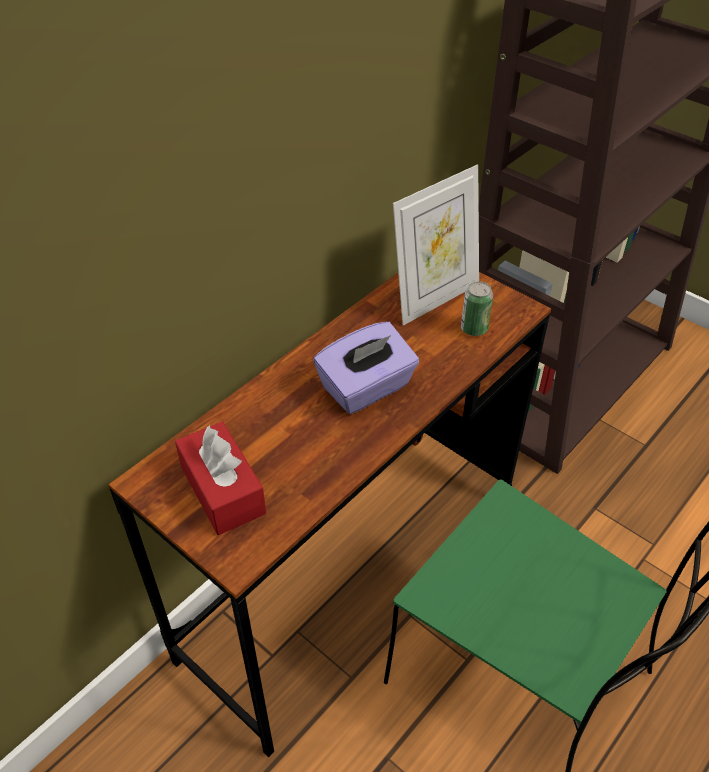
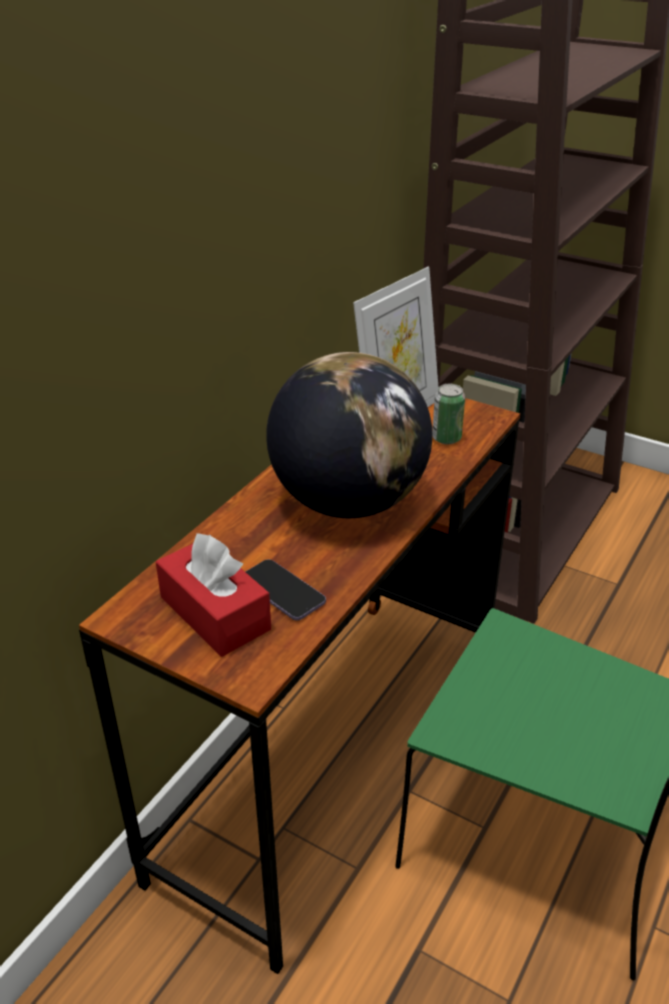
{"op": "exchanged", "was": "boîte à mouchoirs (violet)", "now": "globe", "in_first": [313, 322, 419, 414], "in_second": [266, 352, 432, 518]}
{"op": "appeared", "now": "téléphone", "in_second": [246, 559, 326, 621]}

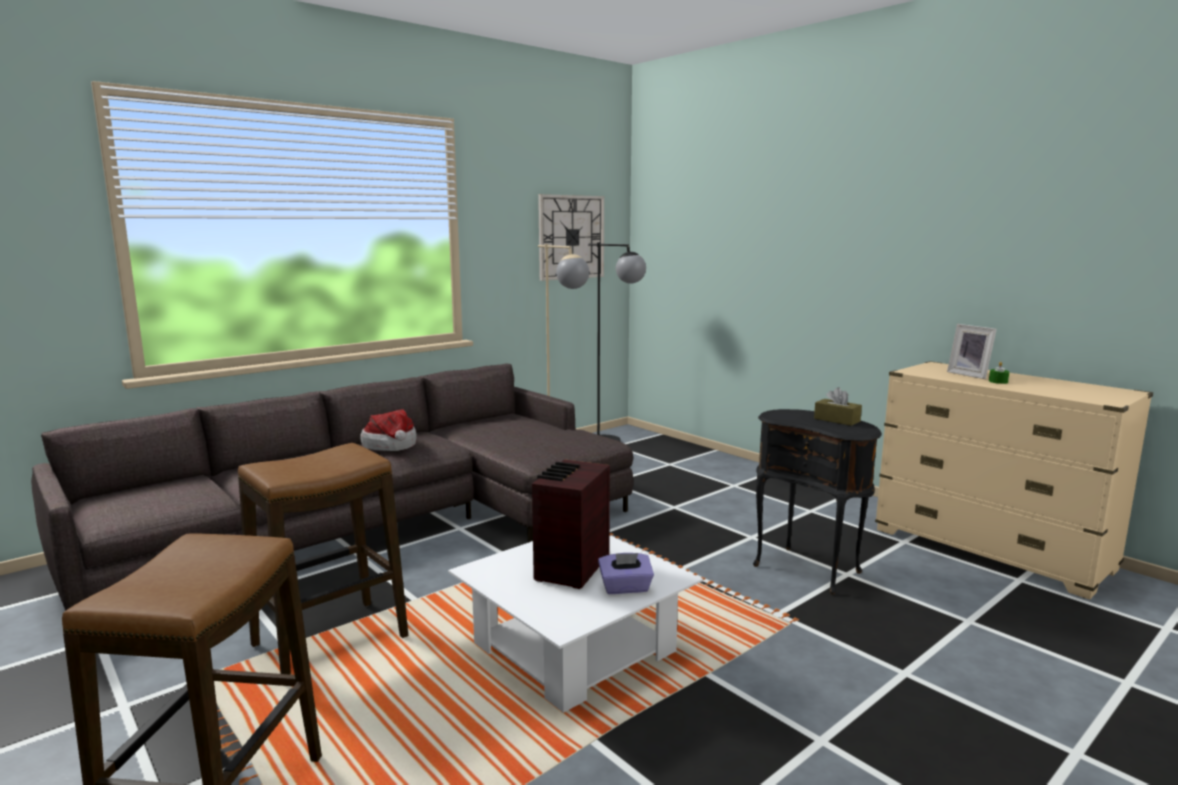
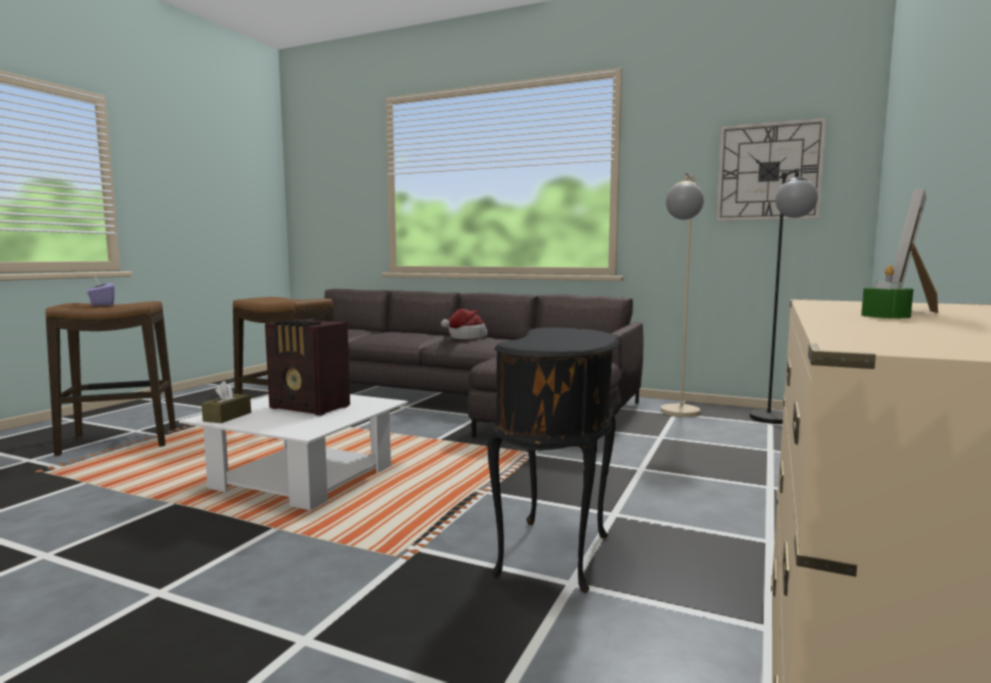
{"op": "relocated", "was": "boîte à mouchoirs (marron)", "in_first": [814, 387, 862, 426], "in_second": [202, 381, 251, 423]}
{"op": "spun", "was": "radio", "in_first": [532, 459, 610, 589], "in_second": [265, 320, 350, 416], "clockwise": -150}
{"op": "relocated", "was": "boîte à mouchoirs (violet)", "in_first": [598, 553, 654, 594], "in_second": [86, 277, 115, 306]}

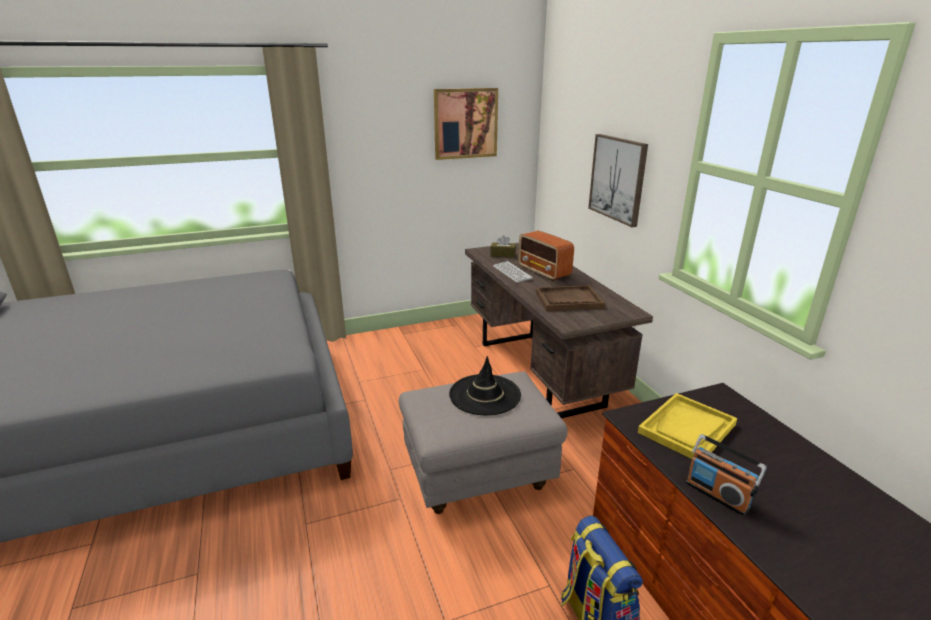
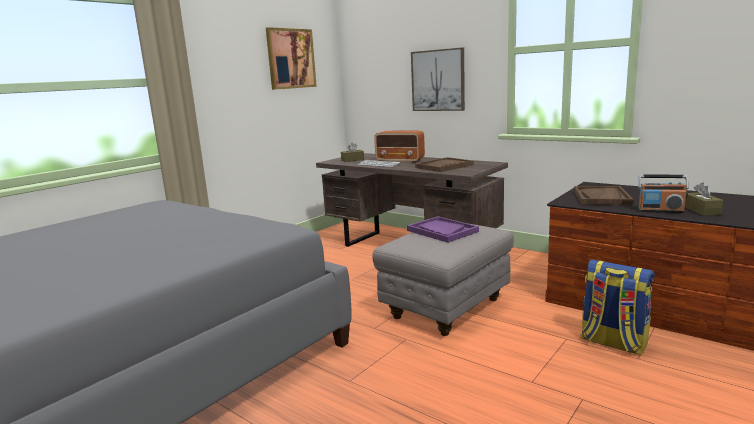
{"op": "exchanged", "was": "chapeau (noir)", "now": "plateau (violet)", "in_first": [449, 356, 521, 415], "in_second": [407, 216, 479, 243]}
{"op": "colour", "was": "plateau (jaune)", "now": "plateau (marron)", "in_first": [638, 393, 737, 459], "in_second": [574, 186, 633, 205]}
{"op": "appeared", "now": "boîte à mouchoirs (marron)", "in_second": [685, 182, 723, 216]}

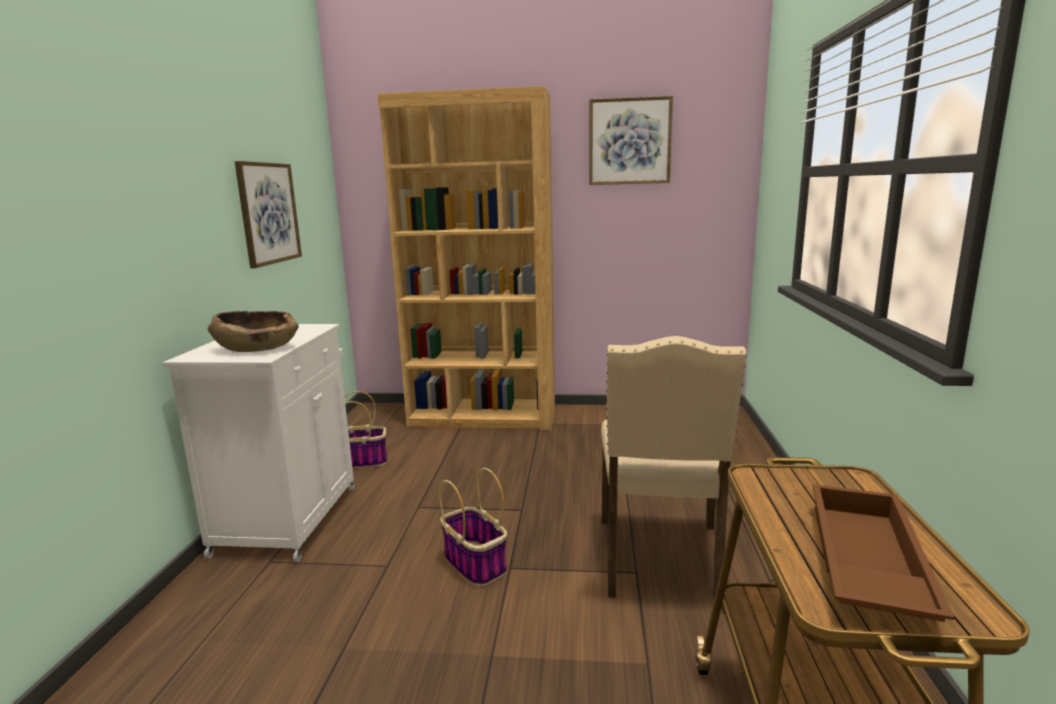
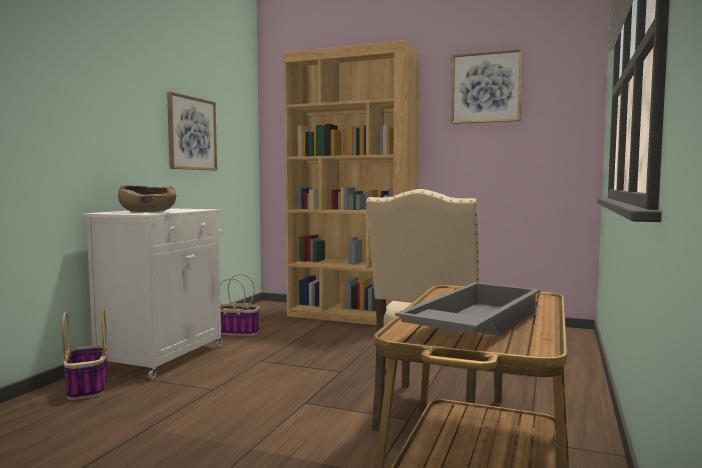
{"op": "relocated", "was": "panier", "in_first": [439, 468, 507, 587], "in_second": [62, 309, 108, 400]}
{"op": "colour", "was": "plateau (marron)", "now": "plateau (gris)", "in_first": [813, 484, 954, 622], "in_second": [395, 282, 540, 336]}

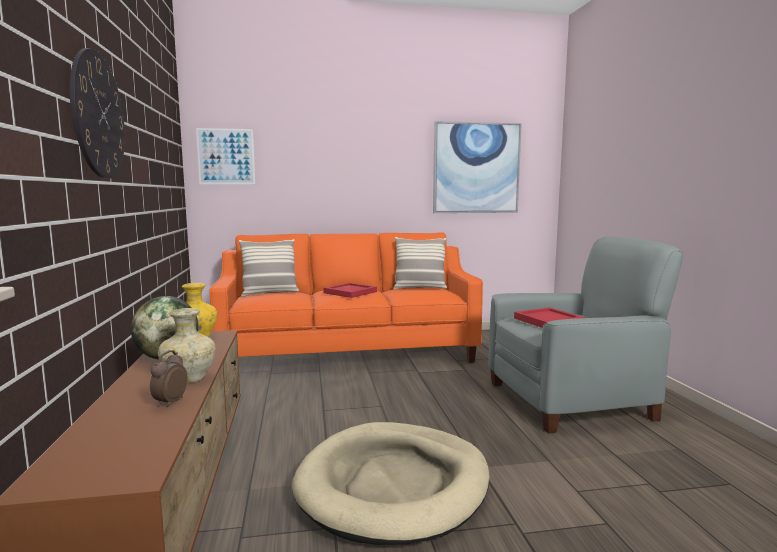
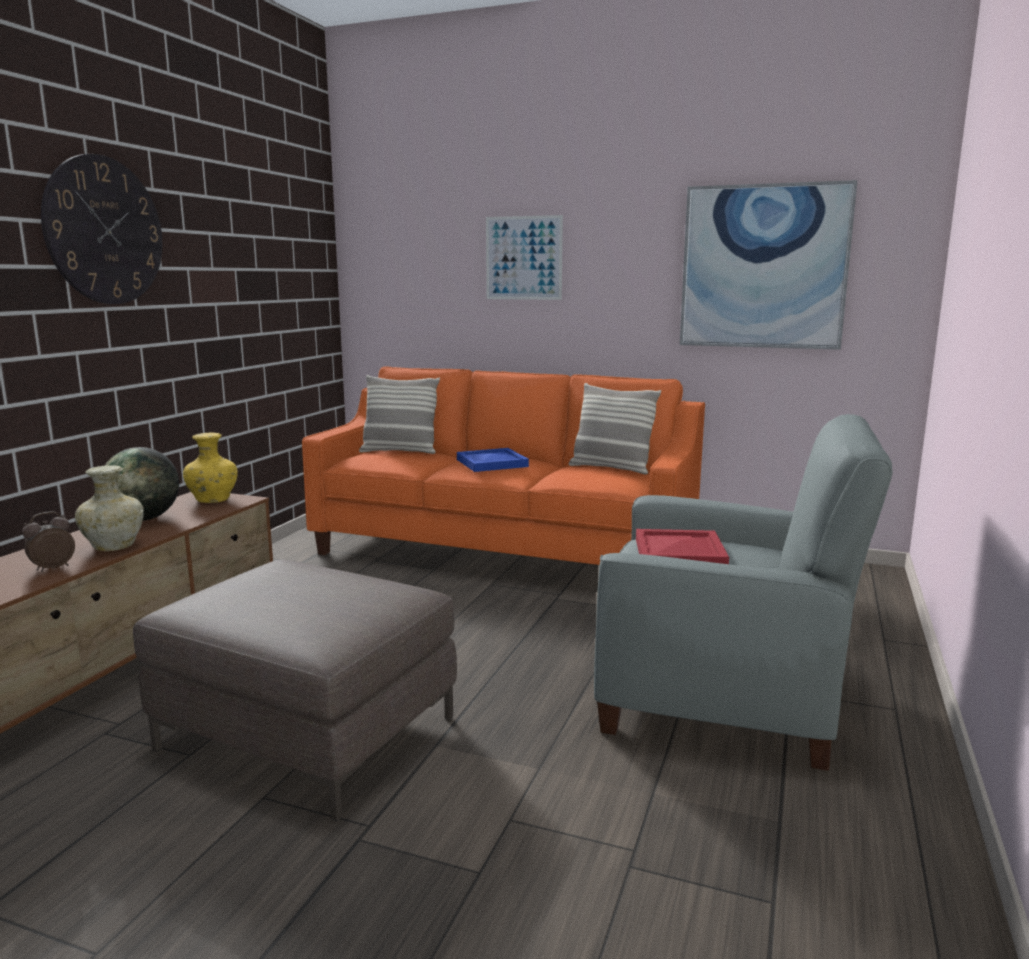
{"op": "relocated", "was": "tableau", "in_first": [196, 128, 255, 184], "in_second": [486, 215, 563, 300]}
{"op": "colour", "was": "plateau (rouge)", "now": "plateau (bleu)", "in_first": [323, 283, 377, 298], "in_second": [457, 448, 529, 472]}
{"op": "exchanged", "was": "panier pour chien (beige)", "now": "pouf (marron)", "in_first": [292, 422, 489, 545], "in_second": [133, 560, 457, 821]}

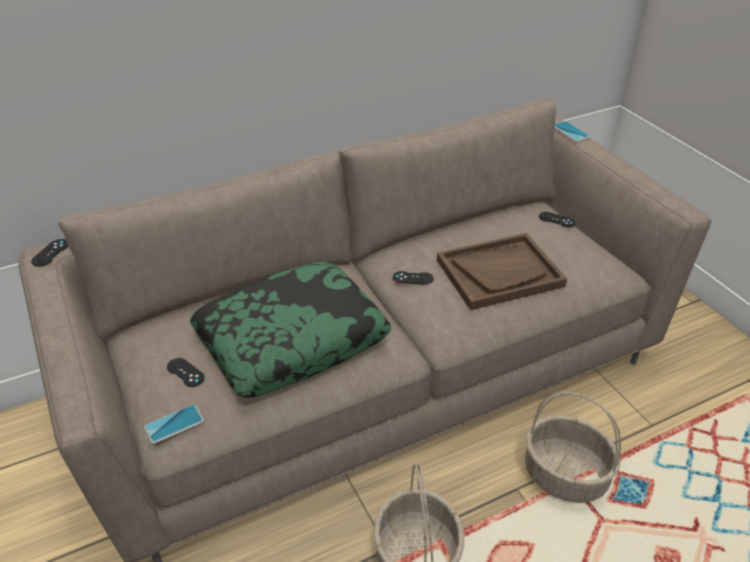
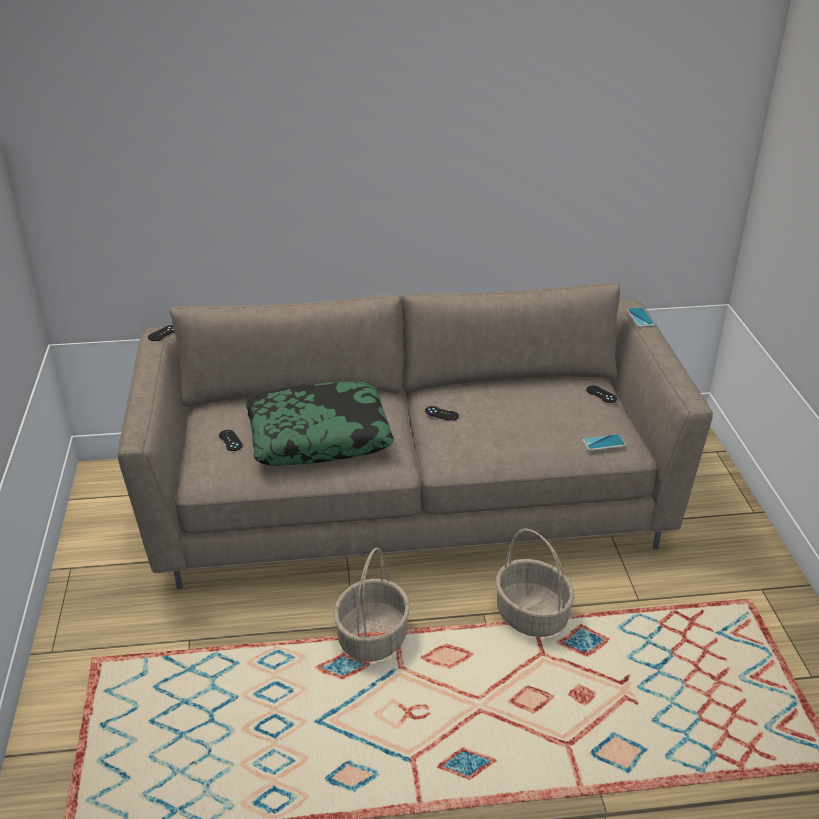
{"op": "missing", "was": "plateau (marron)", "in_first": [437, 233, 567, 310]}
{"op": "relocated", "was": "téléphone", "in_first": [144, 405, 204, 444], "in_second": [583, 434, 626, 451]}

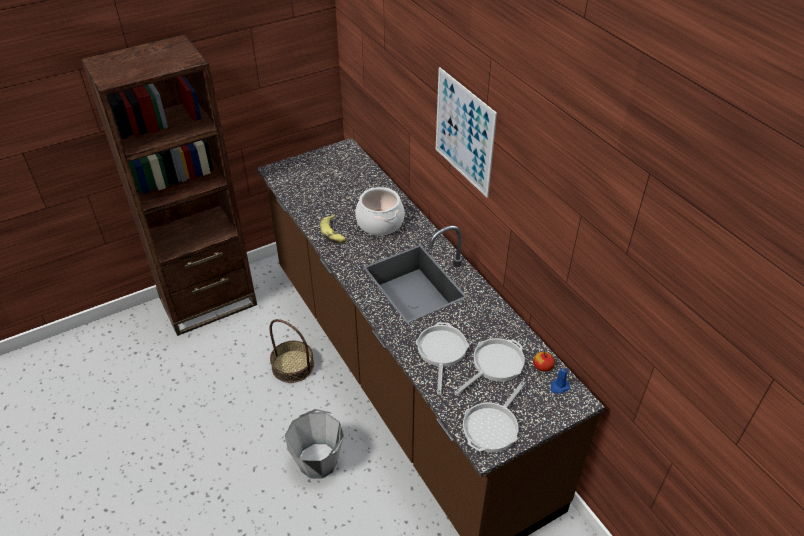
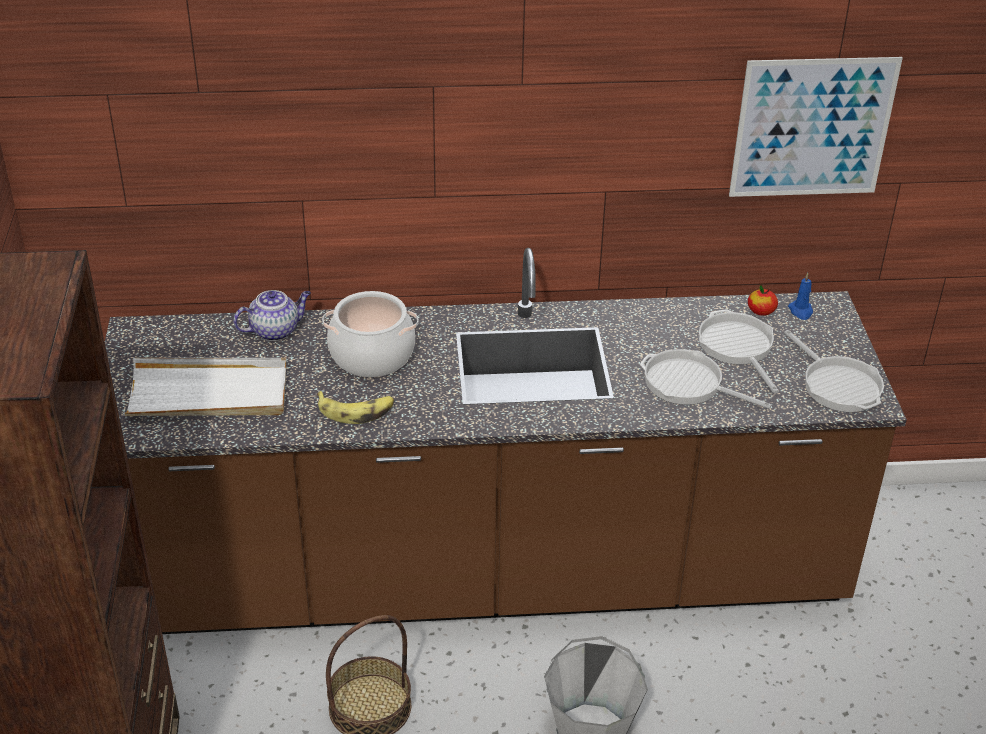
{"op": "relocated", "was": "tableau", "in_first": [436, 67, 497, 198], "in_second": [729, 57, 903, 197]}
{"op": "appeared", "now": "théière", "in_second": [233, 290, 311, 341]}
{"op": "appeared", "now": "plateau (blanc)", "in_second": [123, 358, 286, 416]}

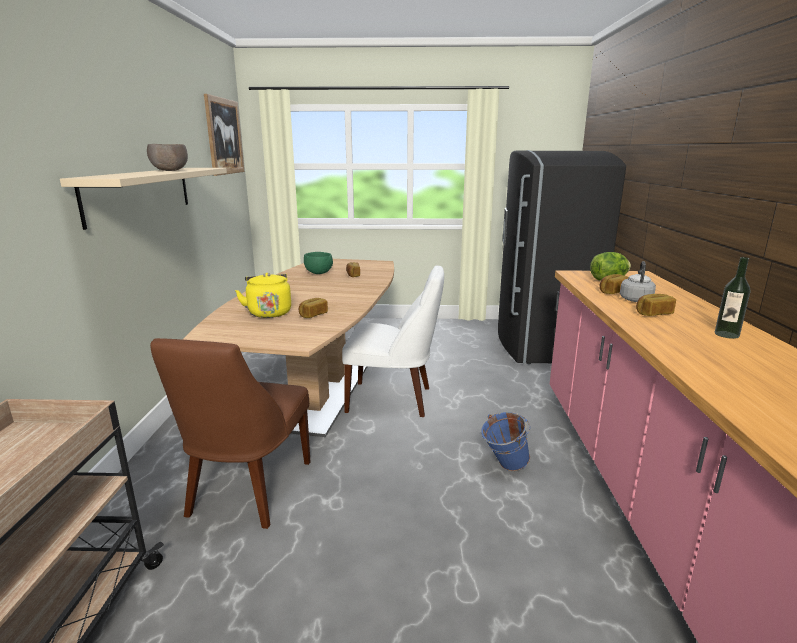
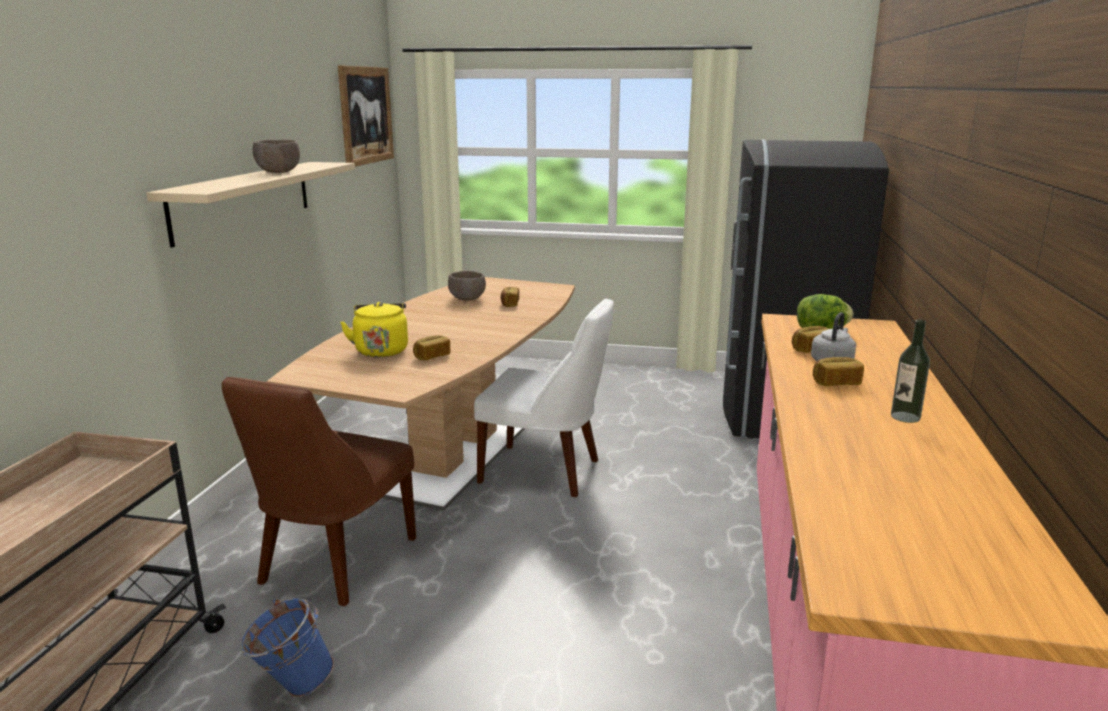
{"op": "colour", "was": "bol (vert)", "now": "bol (marron)", "in_first": [304, 252, 333, 274], "in_second": [448, 271, 486, 301]}
{"op": "relocated", "was": "seau (bleu)", "in_first": [481, 412, 530, 471], "in_second": [241, 598, 334, 697]}

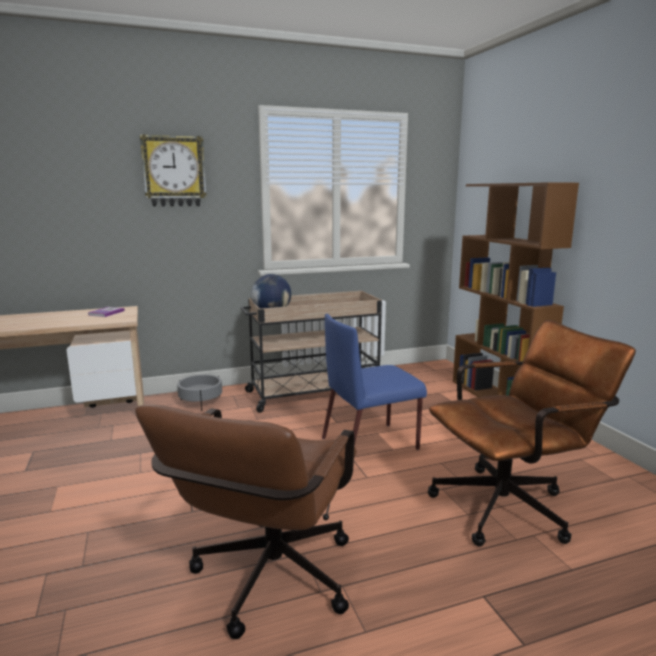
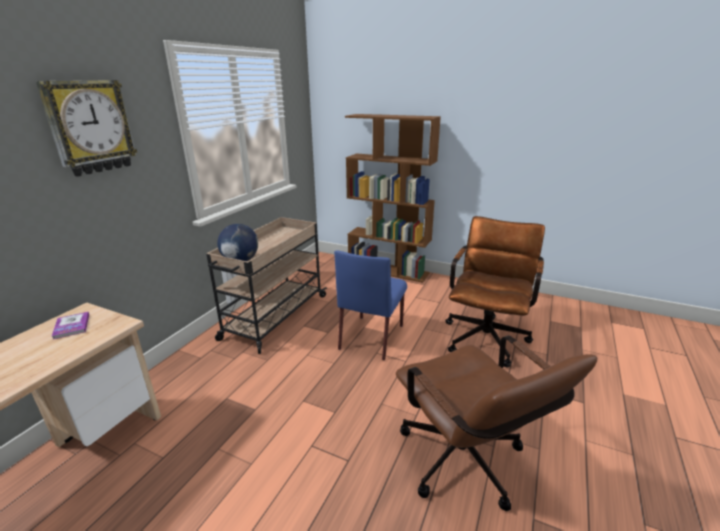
{"op": "missing", "was": "cache-pot (gris)", "in_first": [177, 375, 222, 411]}

